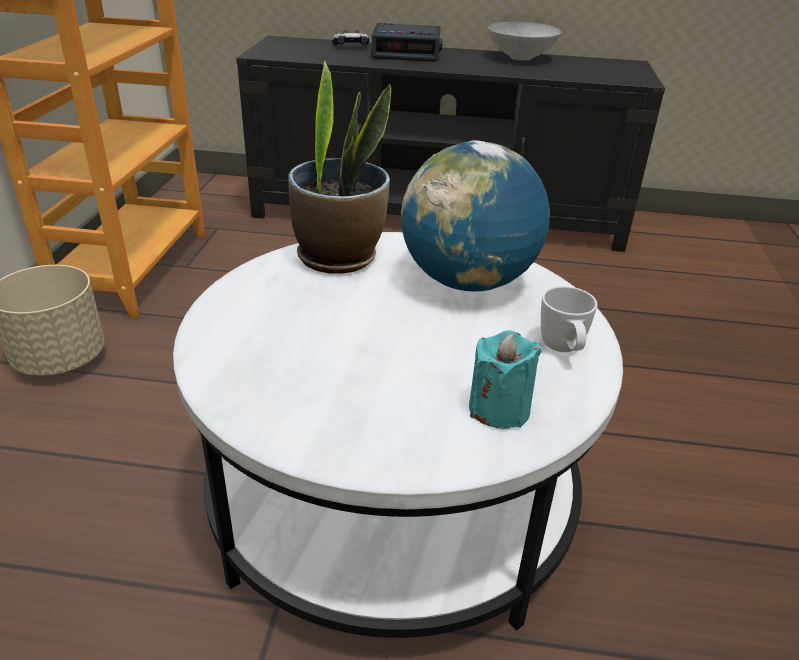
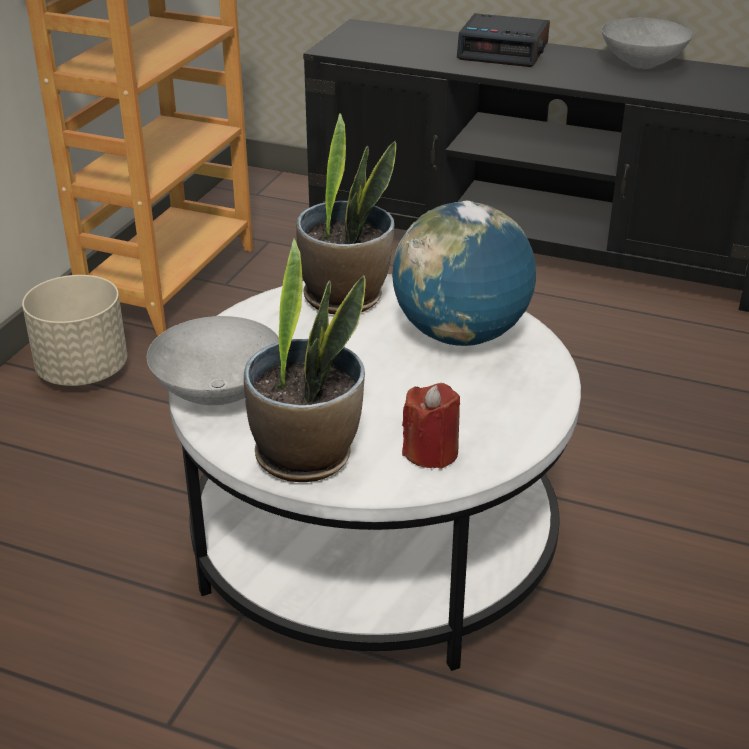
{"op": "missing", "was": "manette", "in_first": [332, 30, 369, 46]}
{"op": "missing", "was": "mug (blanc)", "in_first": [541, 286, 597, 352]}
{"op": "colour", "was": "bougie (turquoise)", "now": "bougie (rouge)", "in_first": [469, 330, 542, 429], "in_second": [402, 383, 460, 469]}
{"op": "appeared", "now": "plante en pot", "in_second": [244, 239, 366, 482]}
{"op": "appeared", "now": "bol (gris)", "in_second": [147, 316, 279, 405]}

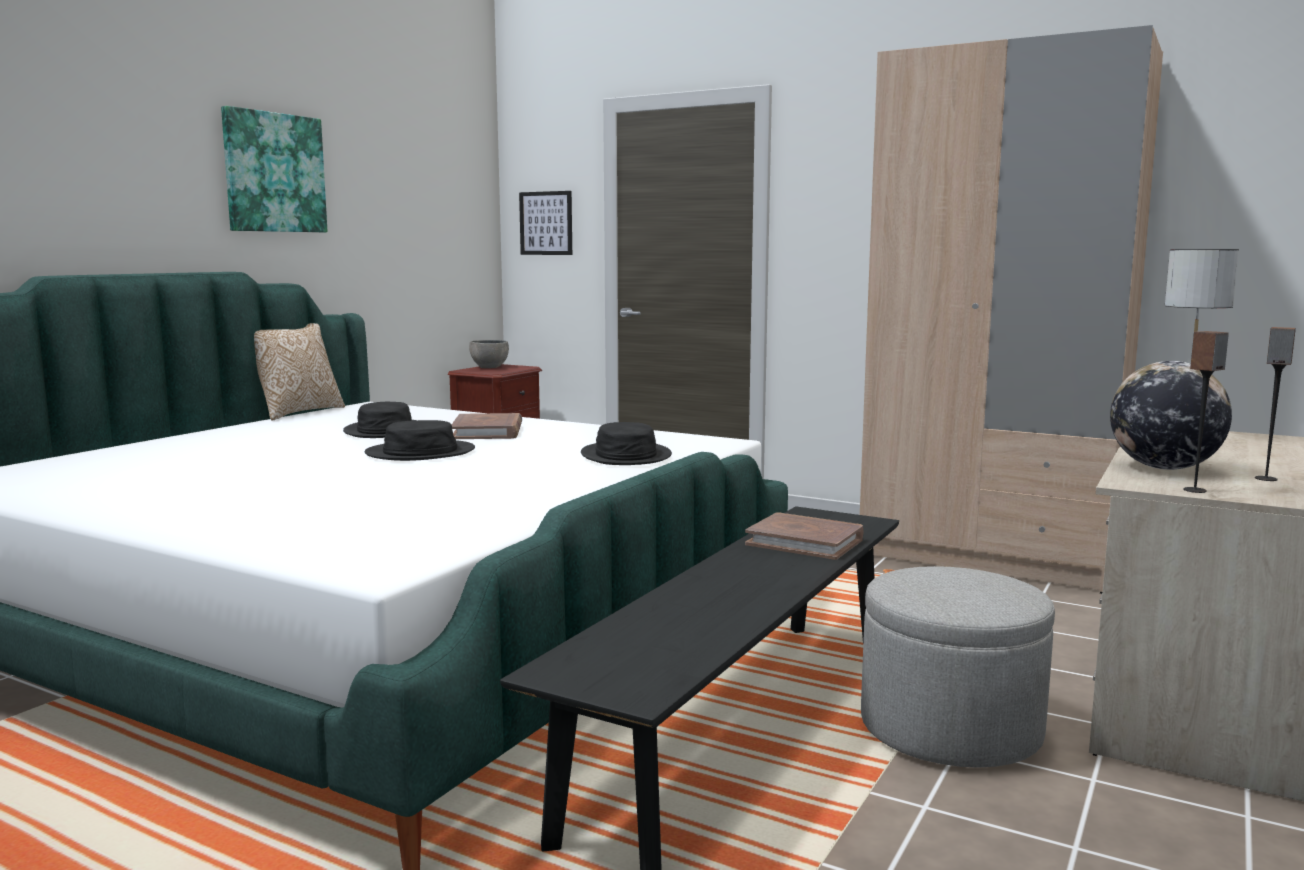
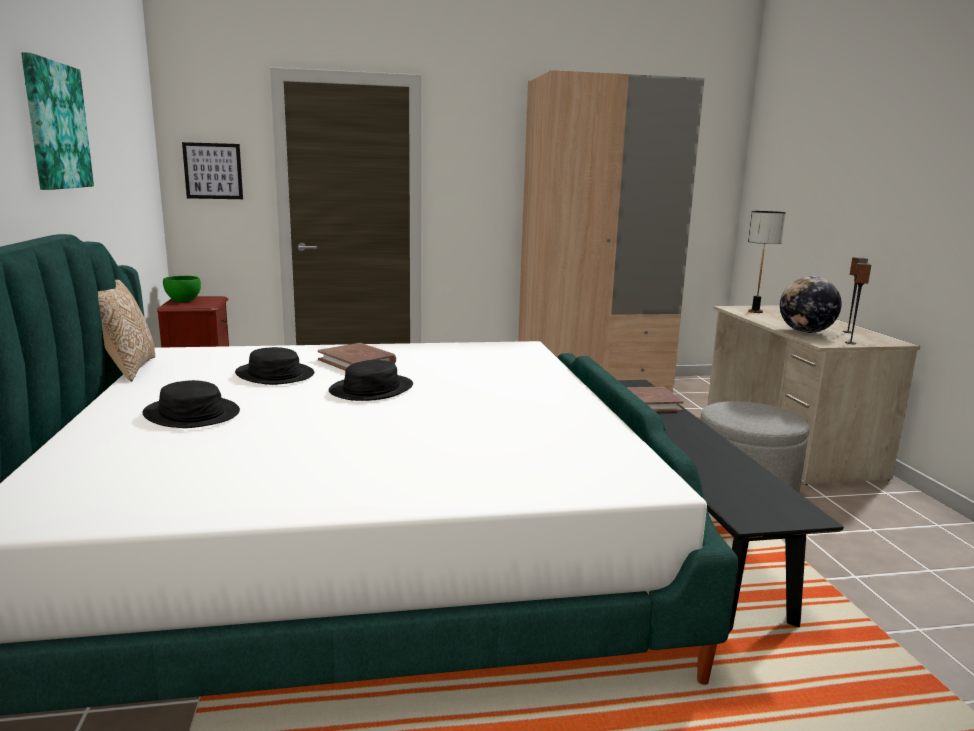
{"op": "colour", "was": "bol (gris)", "now": "bol (vert)", "in_first": [469, 340, 509, 368], "in_second": [163, 276, 201, 302]}
{"op": "relocated", "was": "chapeau (noir)", "in_first": [581, 422, 672, 465], "in_second": [142, 380, 240, 428]}

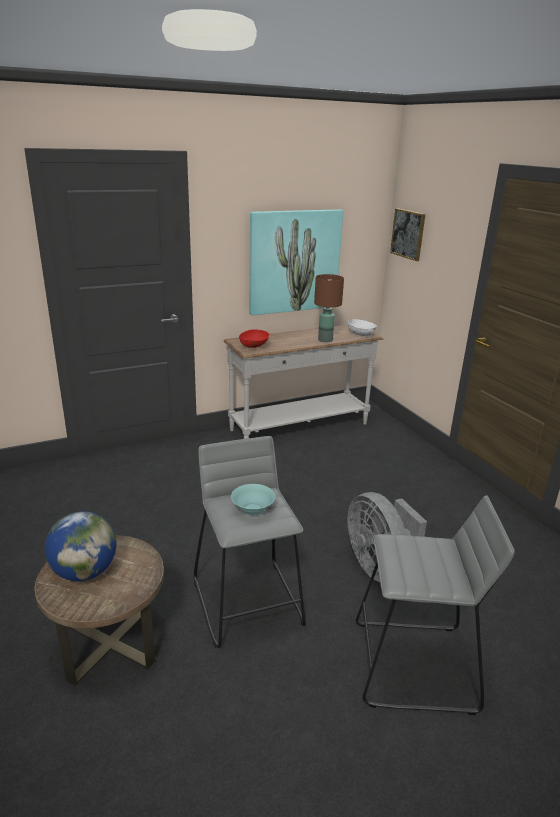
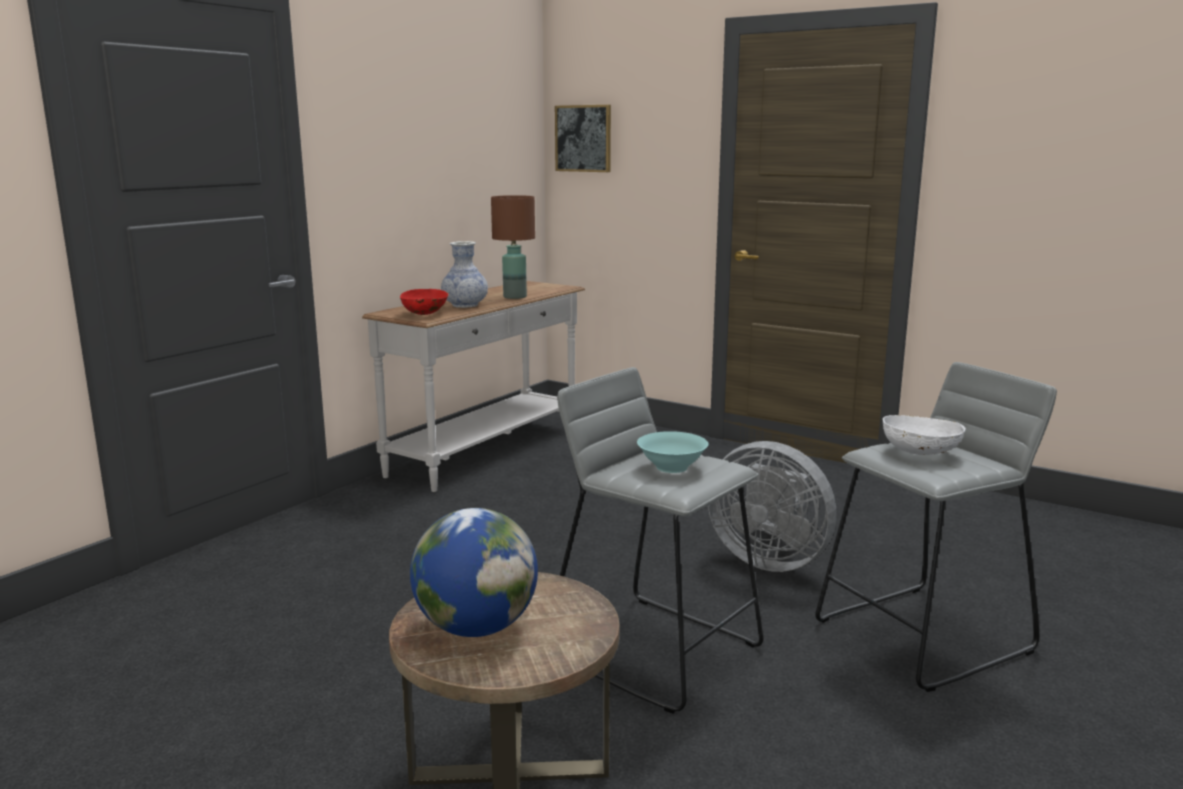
{"op": "missing", "was": "tableau", "in_first": [249, 209, 343, 315]}
{"op": "relocated", "was": "bol (blanc)", "in_first": [348, 319, 377, 336], "in_second": [882, 415, 966, 455]}
{"op": "appeared", "now": "vase", "in_second": [441, 241, 488, 308]}

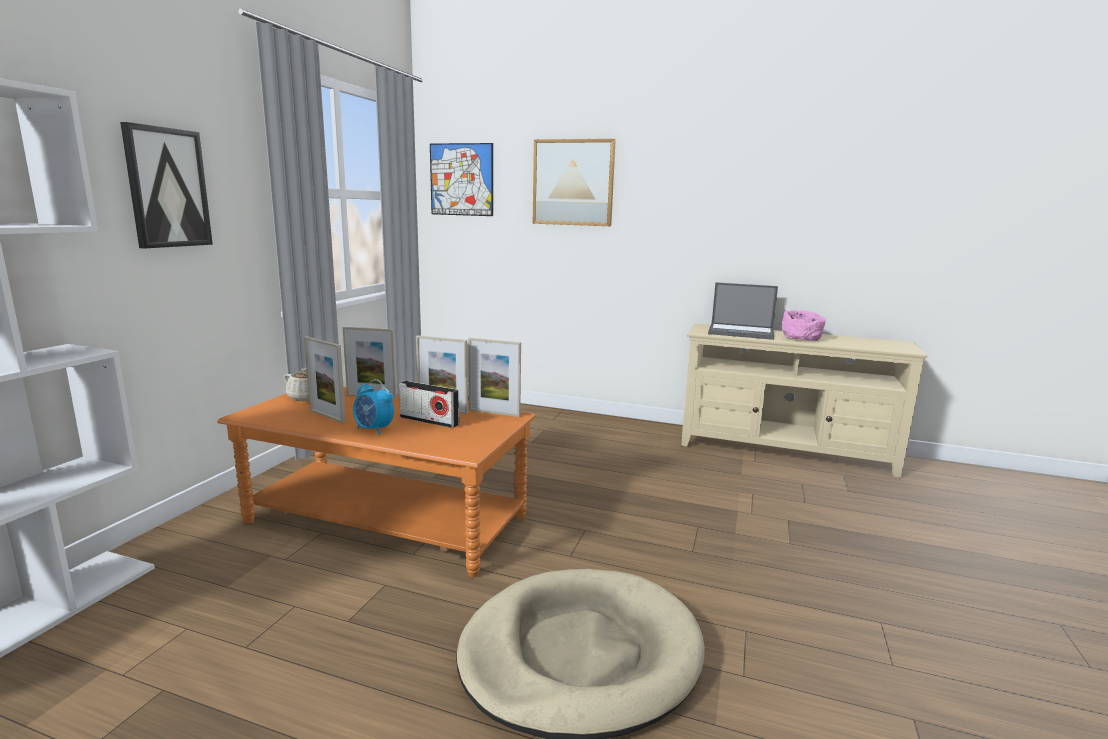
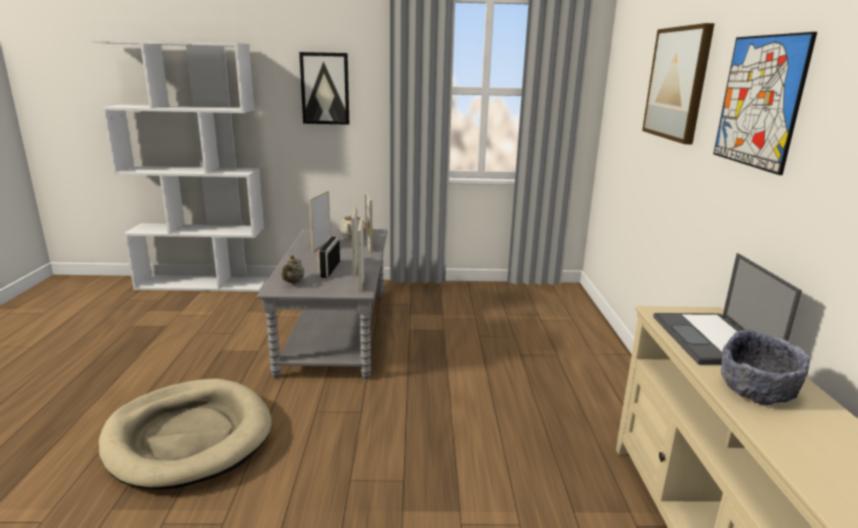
{"op": "relocated", "was": "tableau", "in_first": [430, 143, 493, 216], "in_second": [713, 32, 817, 175]}
{"op": "colour", "was": "bol (rose)", "now": "bol (gris)", "in_first": [782, 310, 826, 341], "in_second": [721, 330, 811, 406]}
{"op": "missing", "was": "réveil", "in_first": [353, 379, 394, 435]}
{"op": "colour", "was": "table basse (orange)", "now": "table basse (gris)", "in_first": [217, 387, 535, 578], "in_second": [257, 228, 388, 379]}
{"op": "appeared", "now": "théière (beige)", "in_second": [281, 255, 304, 283]}

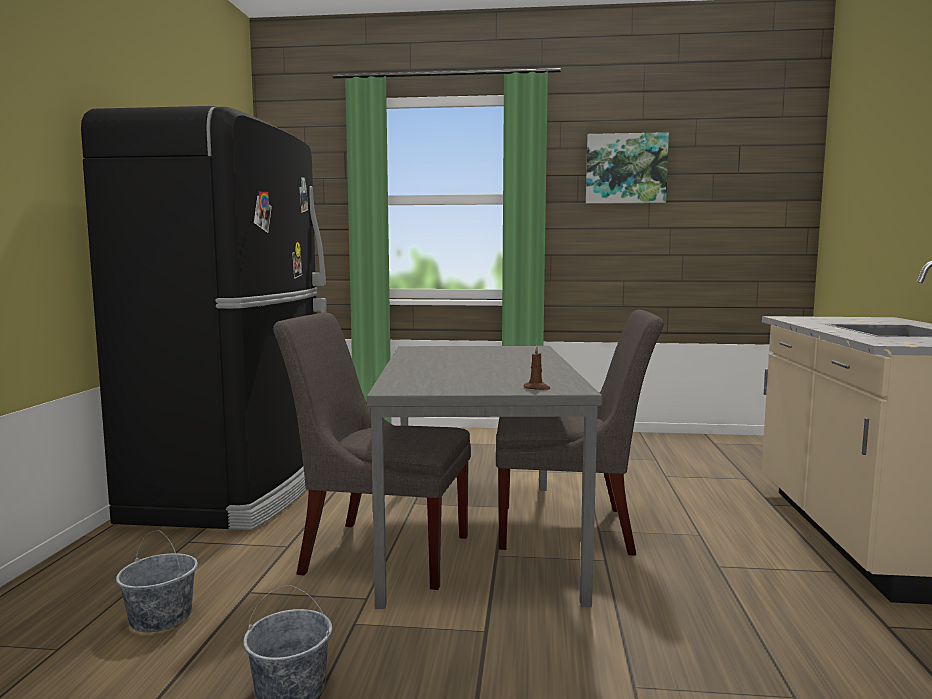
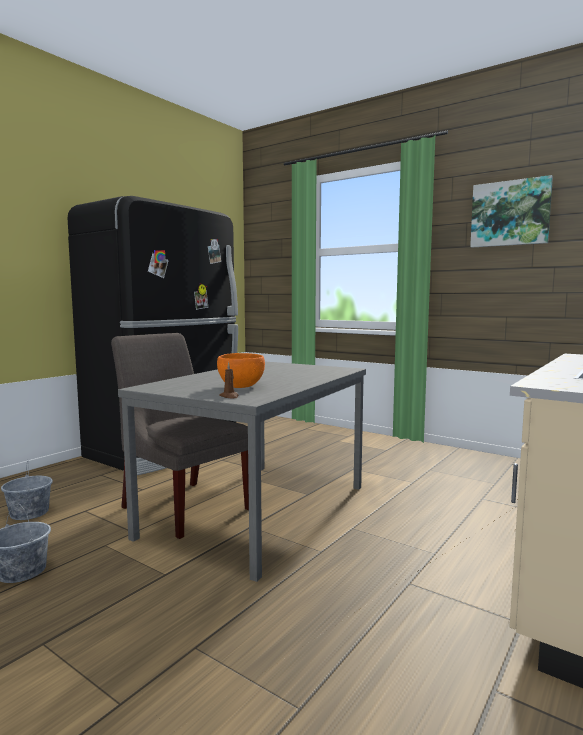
{"op": "missing", "was": "chaise (gris)", "in_first": [496, 310, 664, 555]}
{"op": "appeared", "now": "bol (orange)", "in_second": [217, 353, 265, 388]}

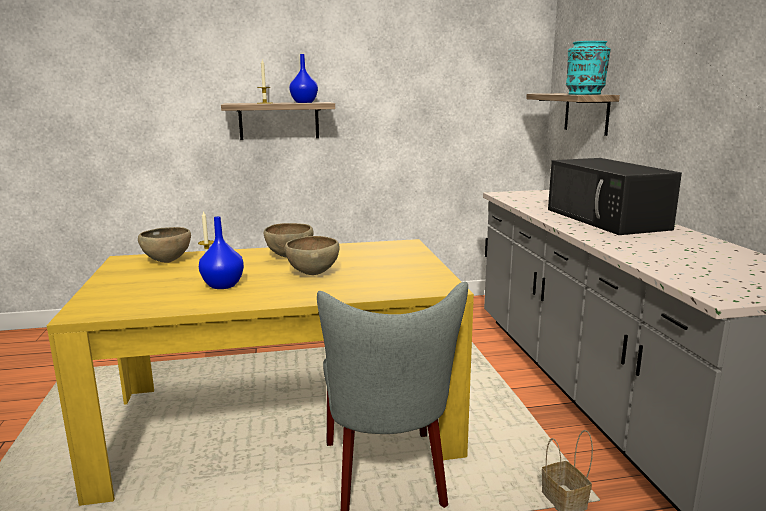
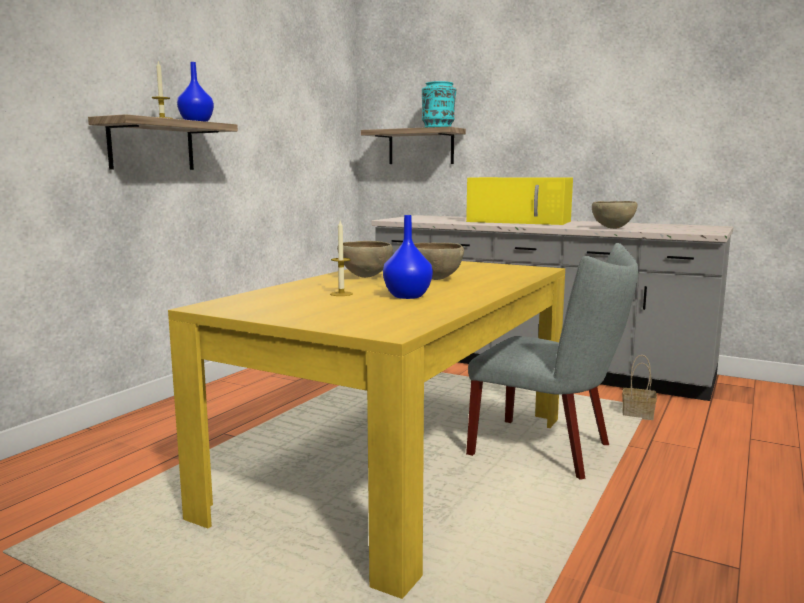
{"op": "colour", "was": "micro-ondes (noir)", "now": "micro-ondes (jaune)", "in_first": [548, 158, 682, 235], "in_second": [466, 177, 573, 225]}
{"op": "relocated", "was": "bol (marron)", "in_first": [138, 227, 191, 263], "in_second": [592, 201, 638, 229]}

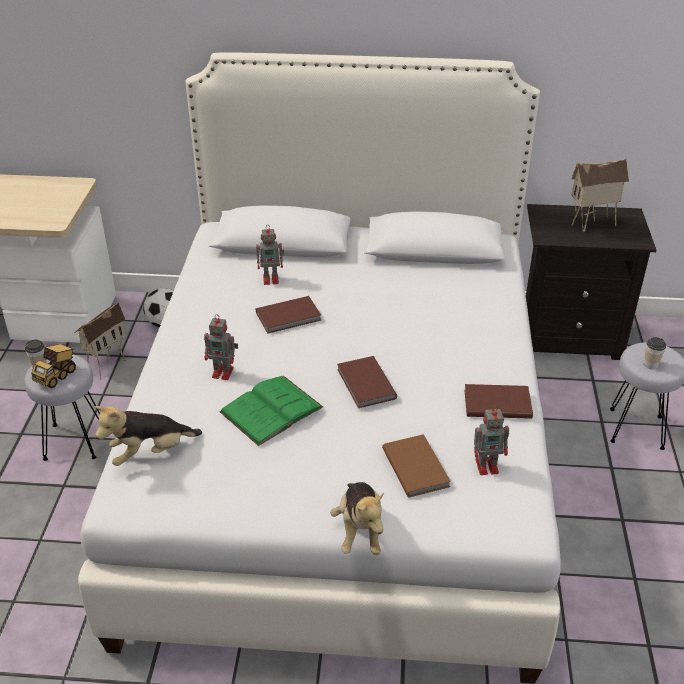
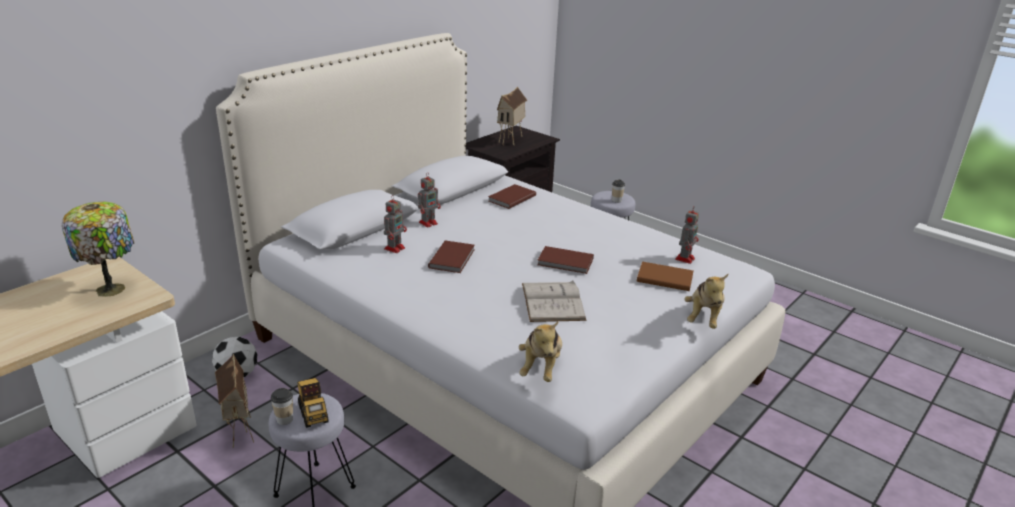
{"op": "relocated", "was": "robot jouet", "in_first": [204, 314, 238, 380], "in_second": [418, 172, 441, 227]}
{"op": "colour", "was": "livre (vert)", "now": "livre (blanc)", "in_first": [219, 376, 323, 446], "in_second": [522, 281, 586, 322]}
{"op": "relocated", "was": "livre (marron)", "in_first": [464, 384, 533, 419], "in_second": [488, 184, 536, 209]}
{"op": "spun", "was": "peluche", "in_first": [330, 482, 384, 555], "in_second": [684, 273, 729, 329], "clockwise": 75}
{"op": "appeared", "now": "lampe de table", "in_second": [62, 202, 134, 297]}

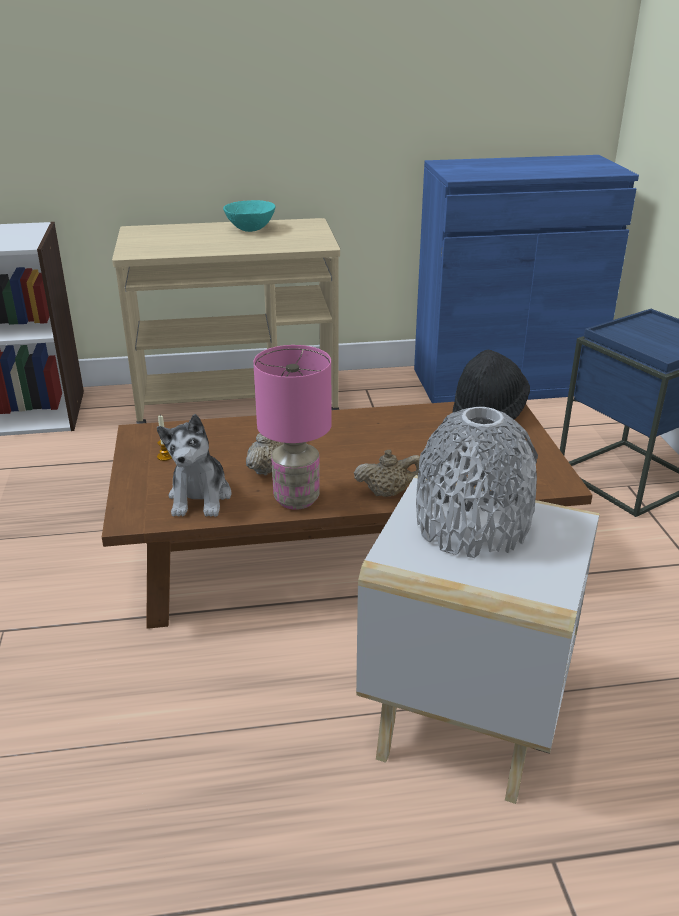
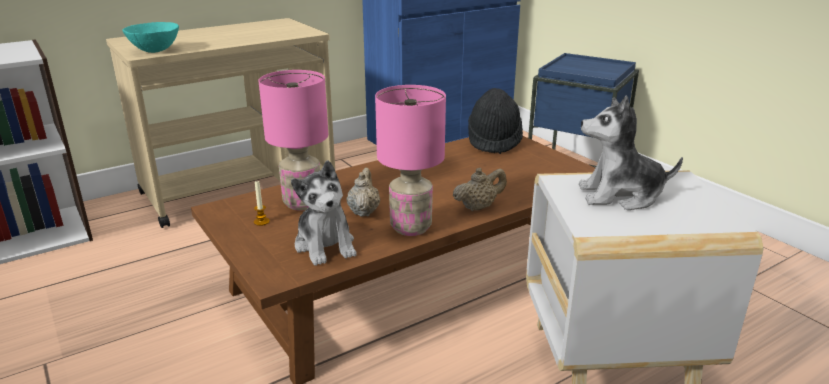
{"op": "relocated", "was": "bol (turquoise)", "in_first": [223, 200, 275, 232], "in_second": [122, 22, 179, 53]}
{"op": "exchanged", "was": "vase (gris)", "now": "peluche", "in_first": [416, 407, 538, 558], "in_second": [578, 96, 683, 210]}
{"op": "appeared", "now": "lampe de table (rose)", "in_second": [259, 70, 328, 211]}

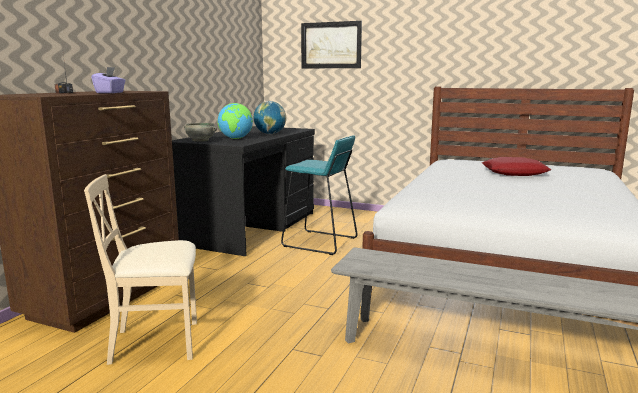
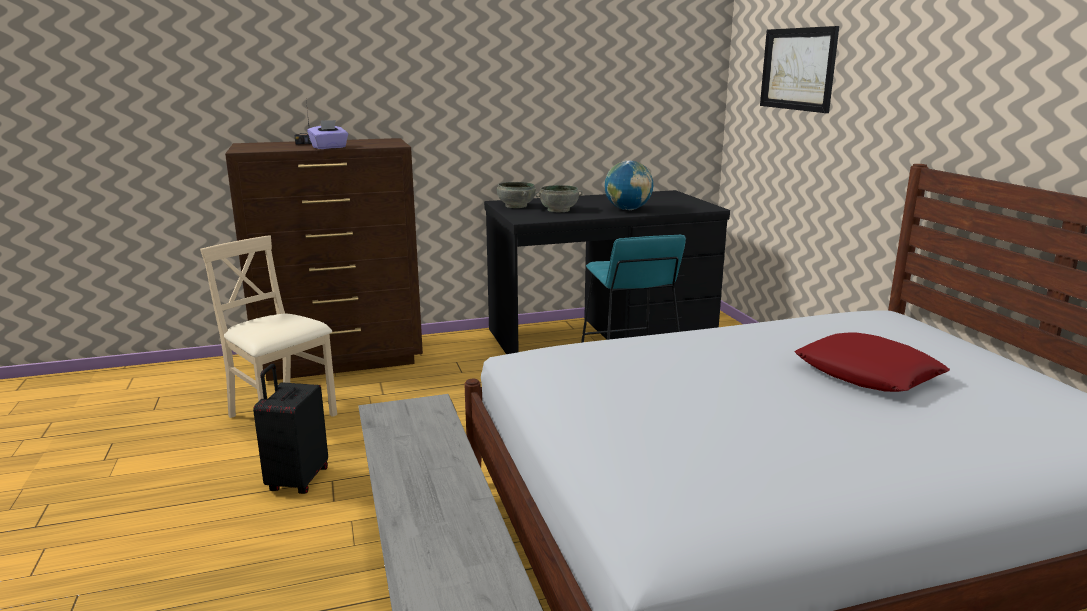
{"op": "exchanged", "was": "globe", "now": "bol (gris)", "in_first": [217, 103, 253, 139], "in_second": [535, 185, 583, 212]}
{"op": "appeared", "now": "valise (noir)", "in_second": [253, 364, 328, 494]}

